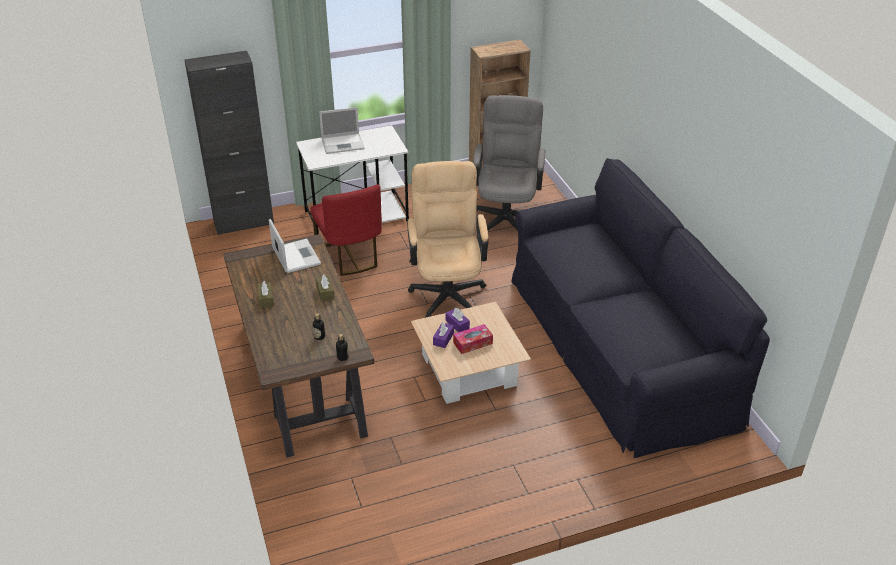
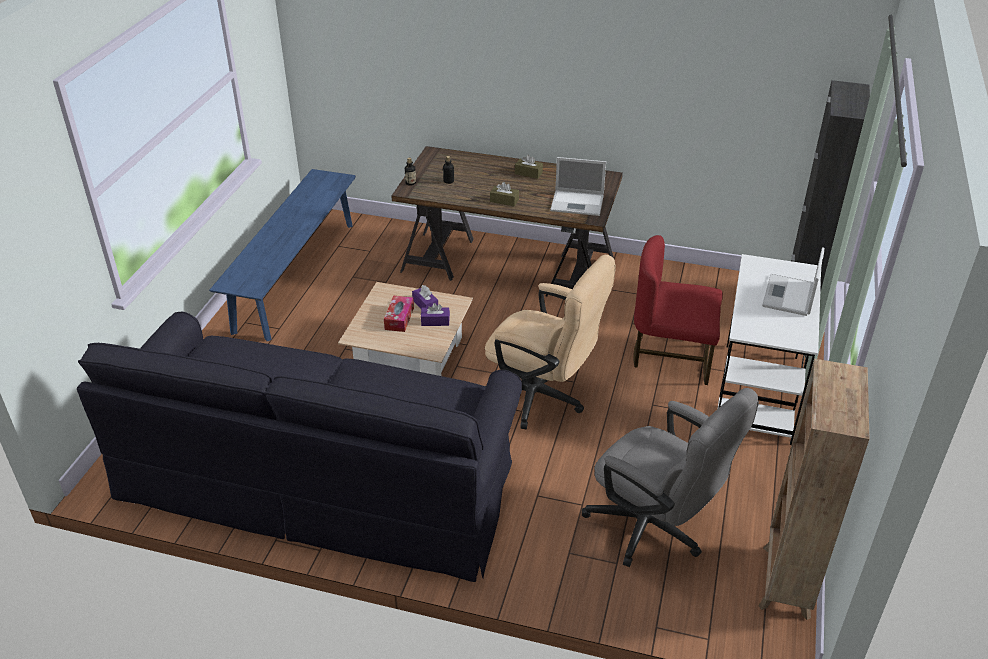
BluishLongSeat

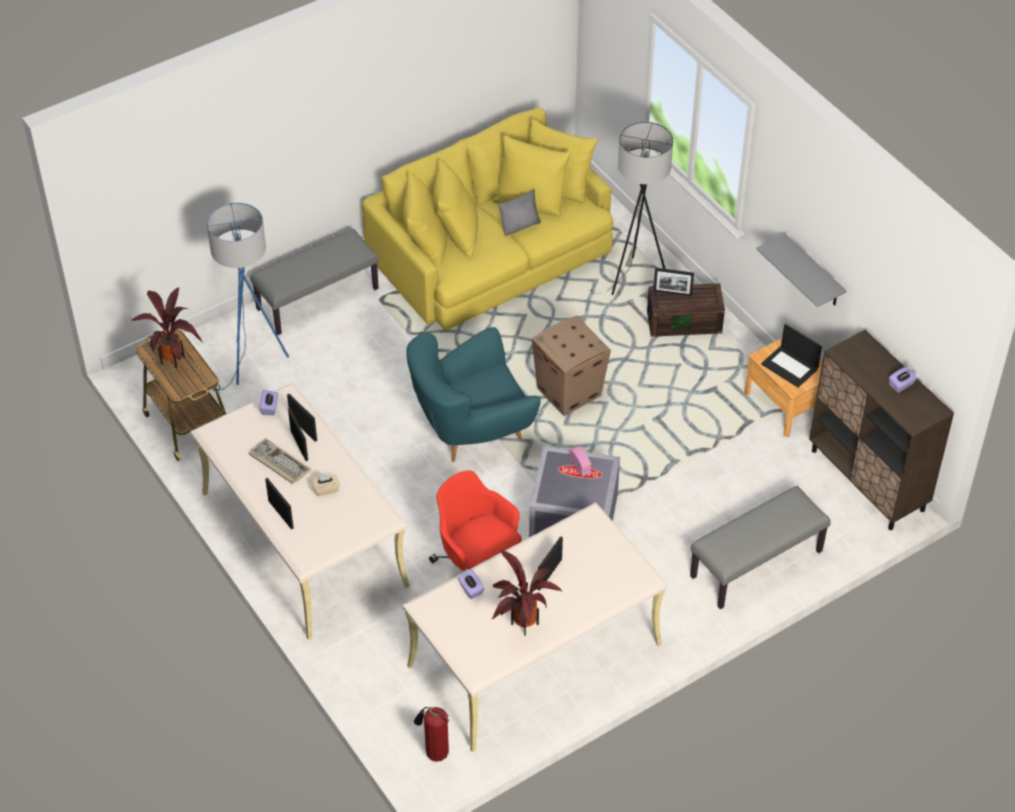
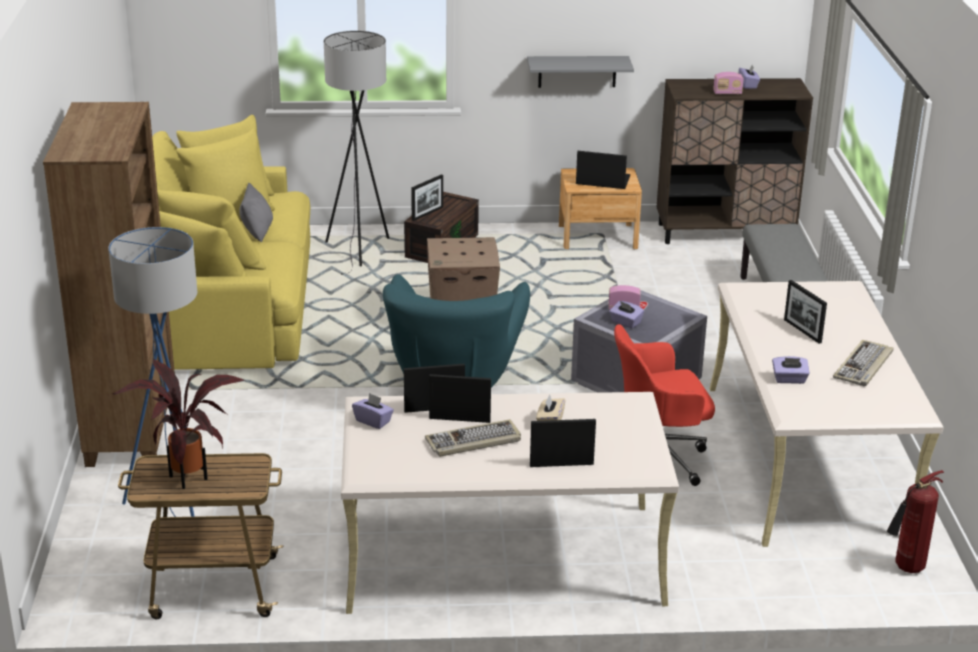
BrownColouredShelvingUnit
NotebookComputer
PcKeyboard (no. 2 from left)
RadioSet (no. 2 from left)
PurpleBoxOfTissues (no. 2 from left)

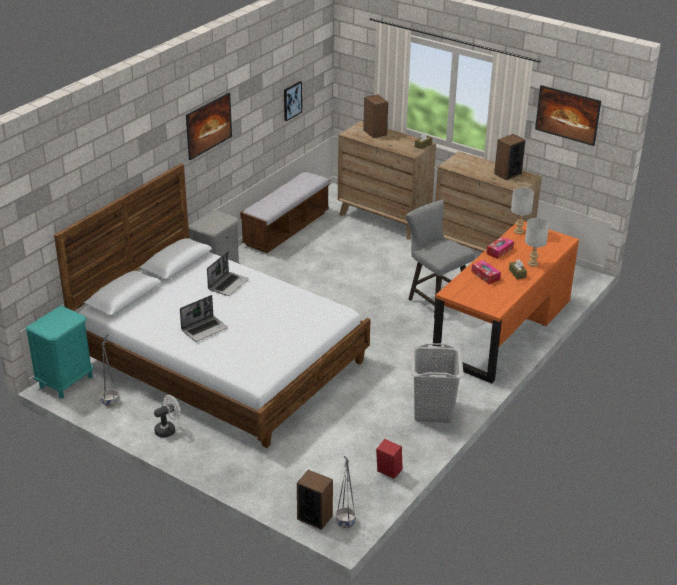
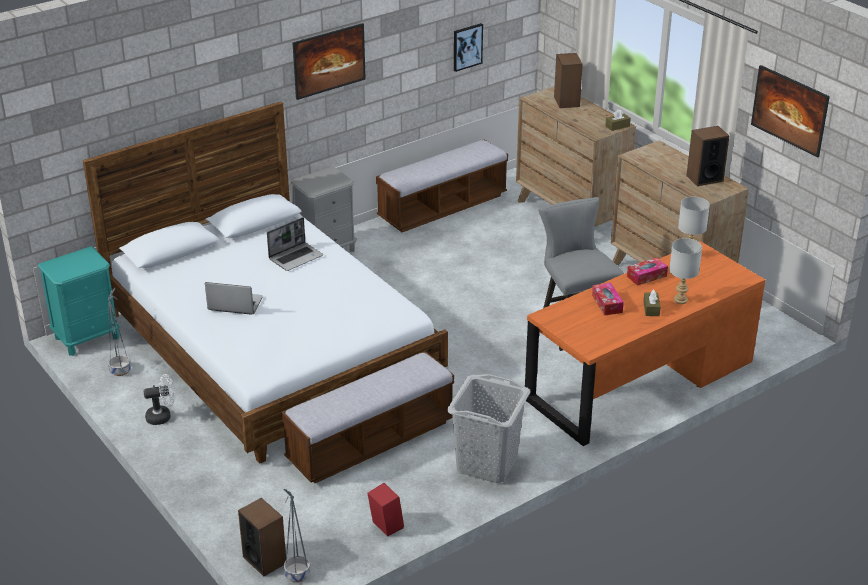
NotebookComputer (no. 1 from left)
LongSeat (no. 1 from left)

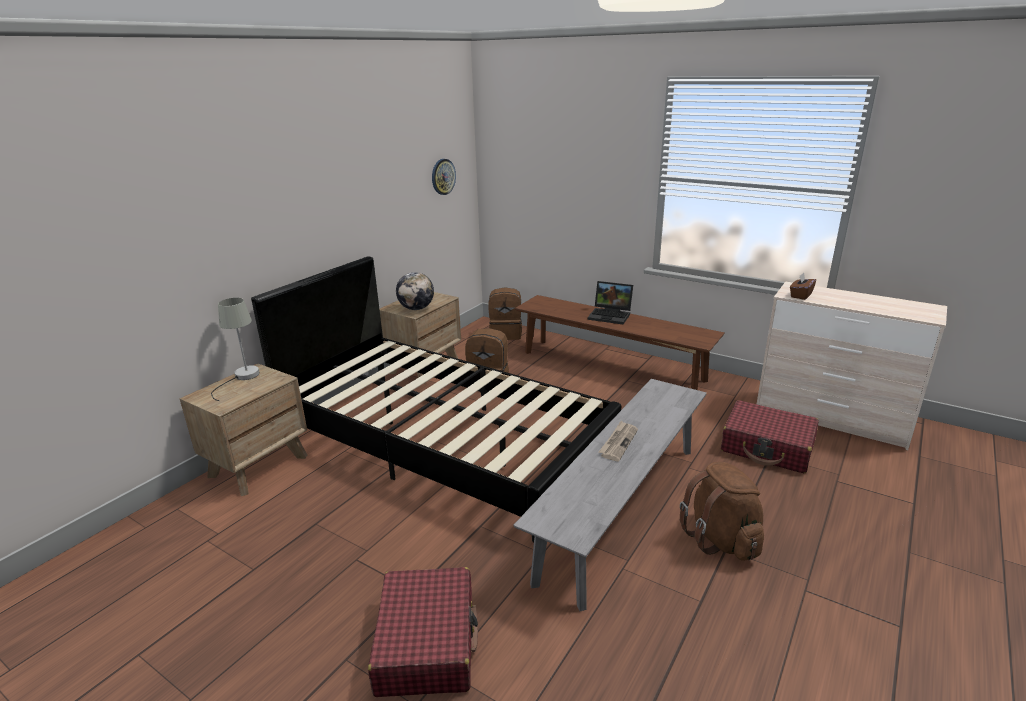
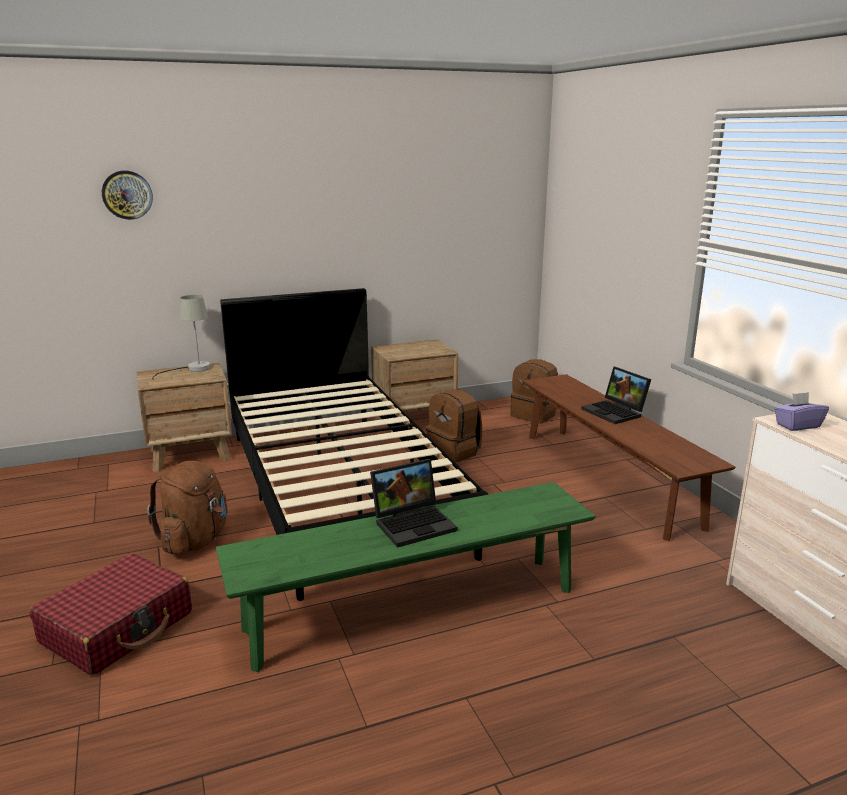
HangingClock
WorldGlobe
PurpleBoxOfTissues
GreenLongSeat
ReddishTravelCase (no. 2 from left in the first image)
NotebookComputer (no. 1 from left)
BrownColouredBackpack (no. 1 from left)

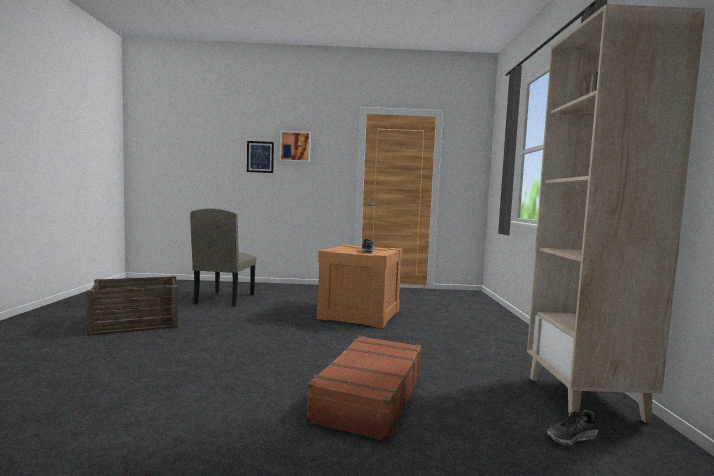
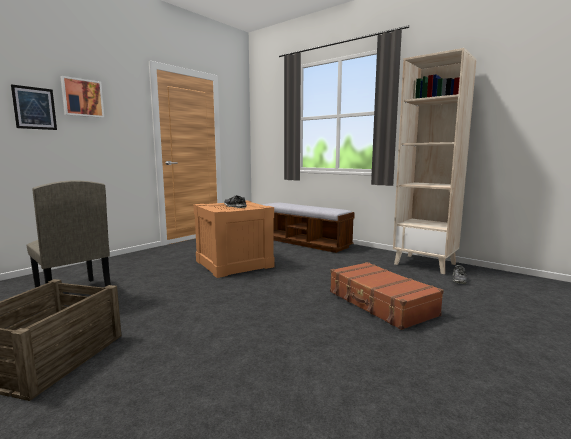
LongSeat

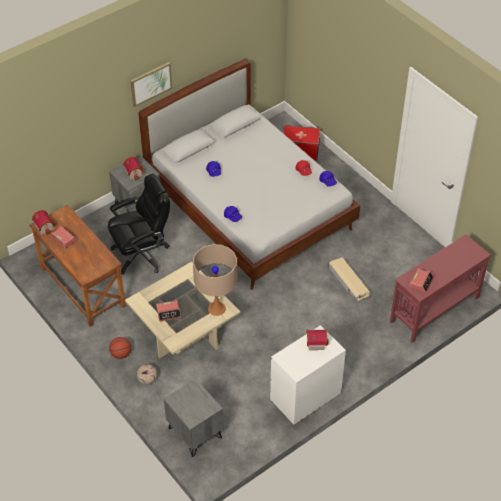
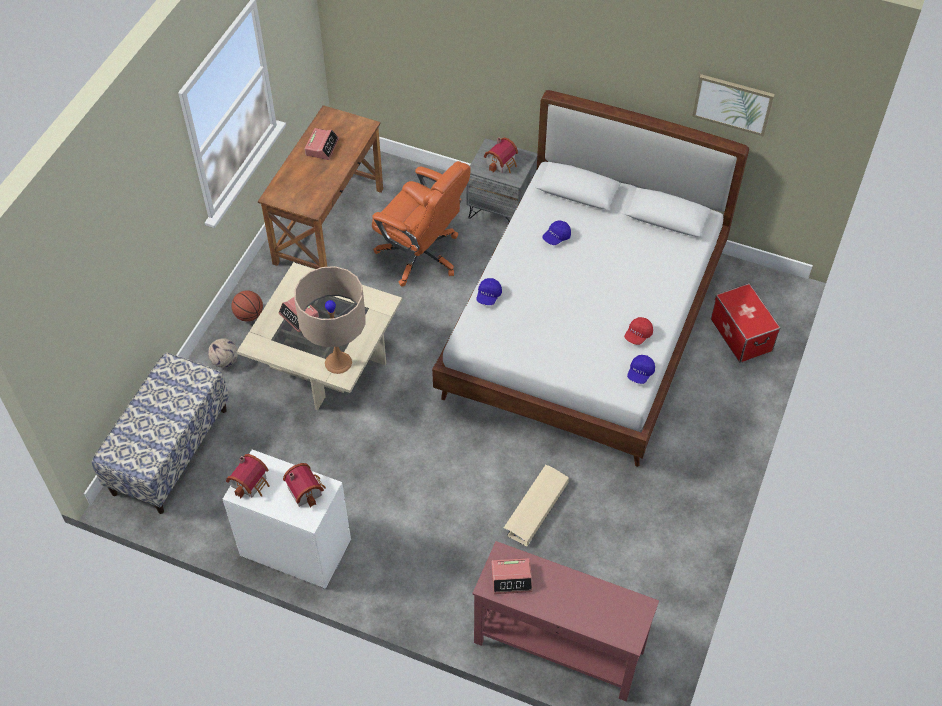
WallArt
OrangeColouredOfficeChair
ModelHouse (no. 1 from left)
LongSeat

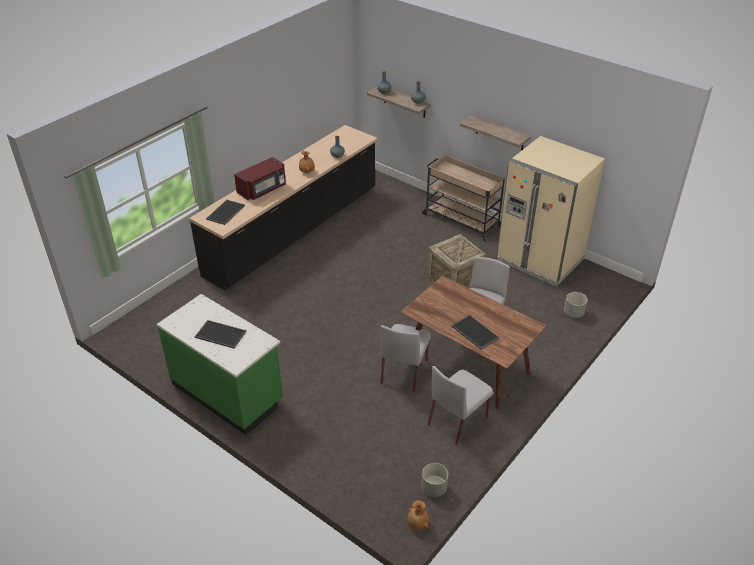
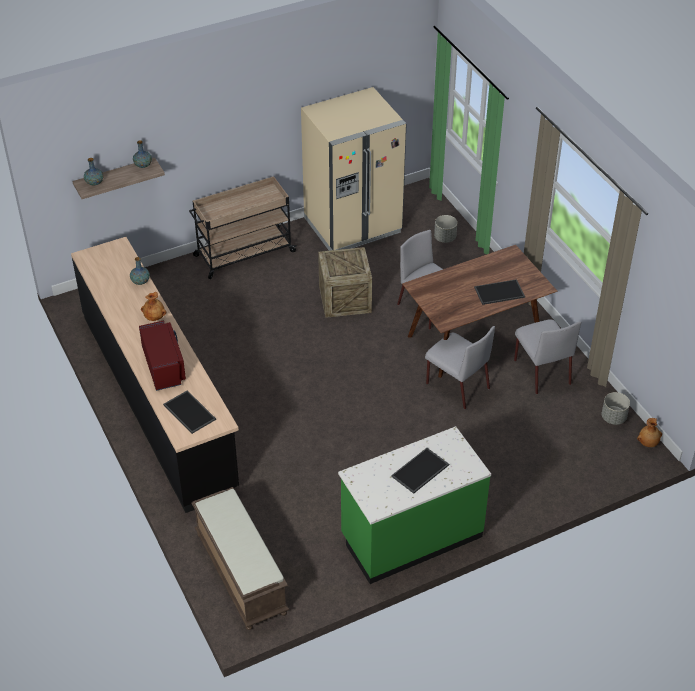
BracketShelf (no. 2 from left in the first image)
BrownColouredLongSeat

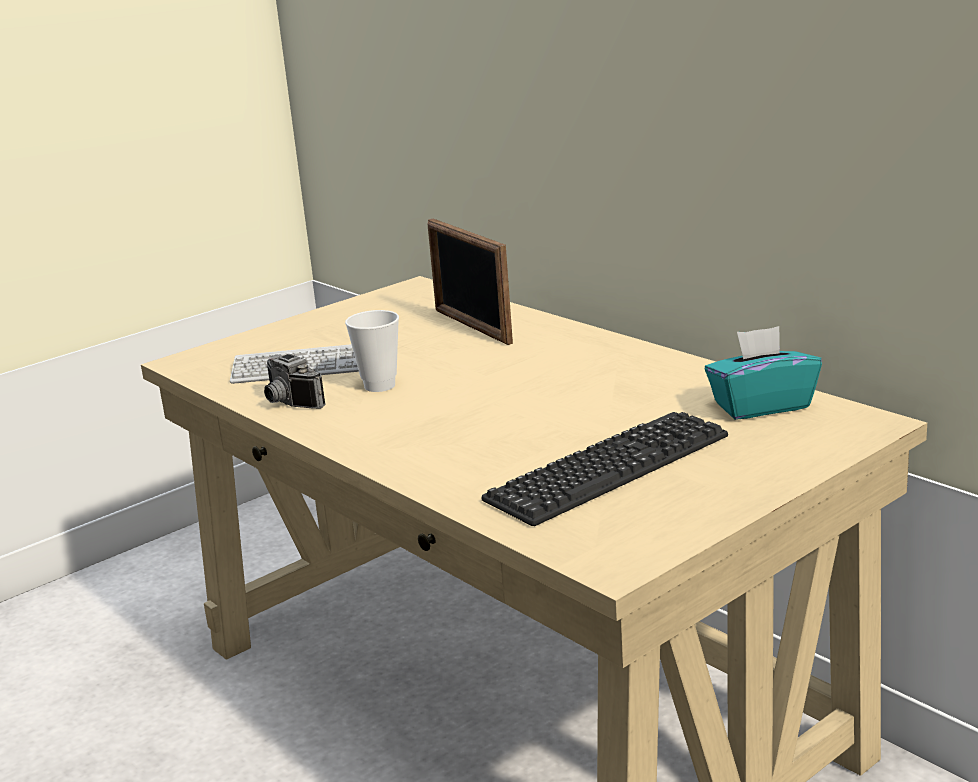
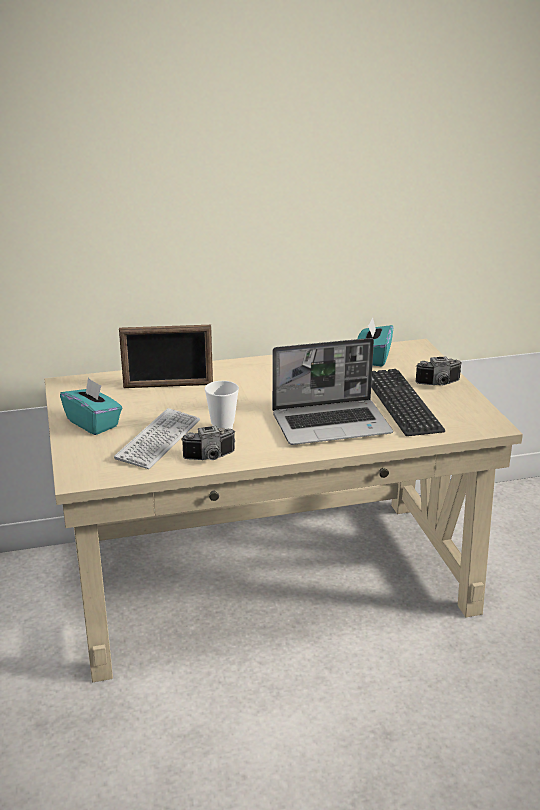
NotebookComputer
StillCamera (no. 2 from left)
TurquoiseColouredBoxOfTissues (no. 1 from left)

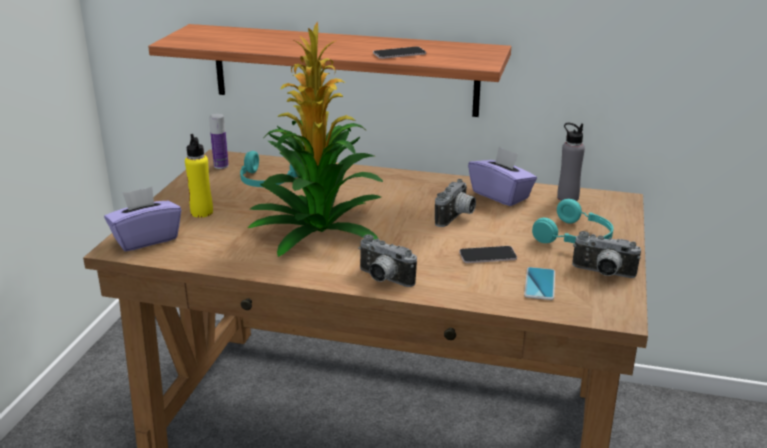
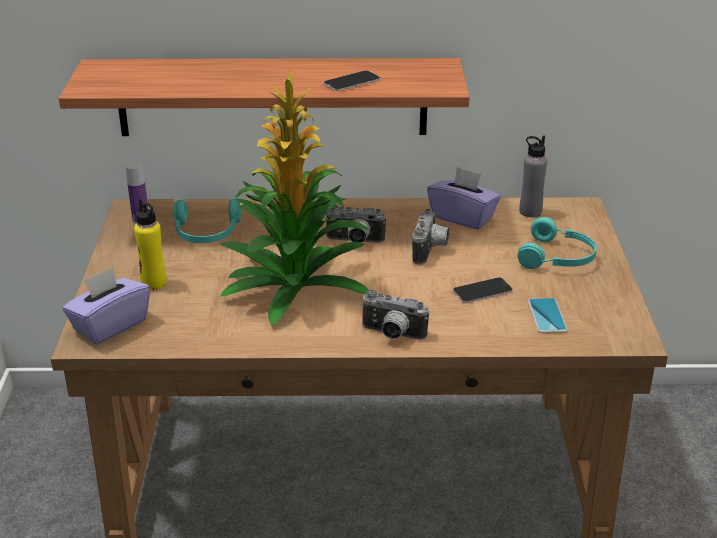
StillCamera (no. 1 from left)

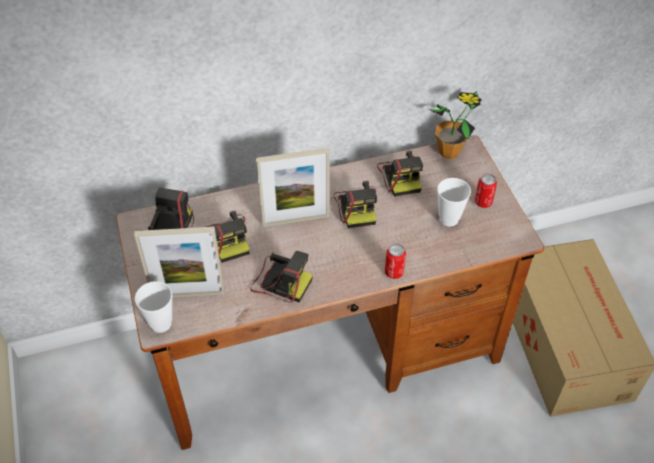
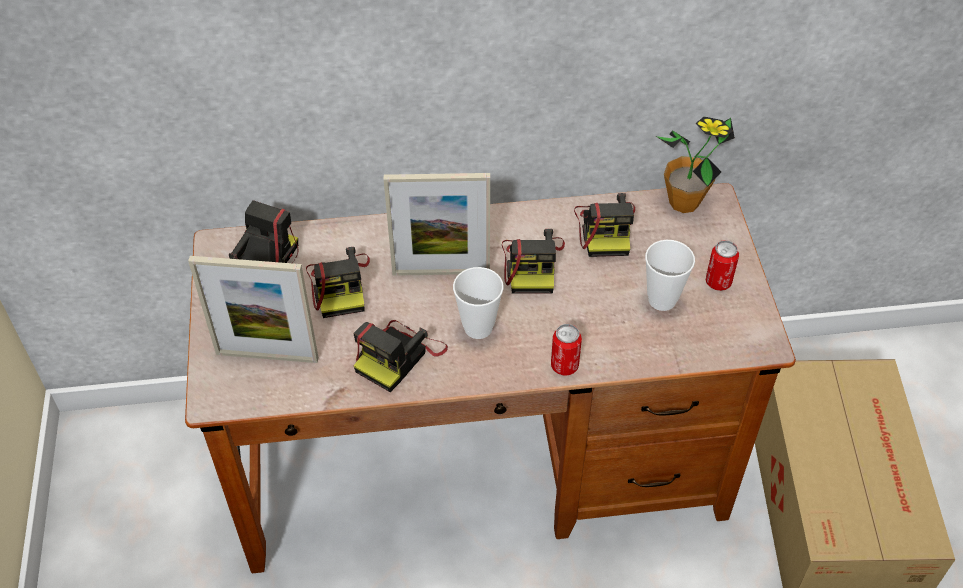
StillCamera (no. 3 from left)
SmallCup (no. 1 from left)

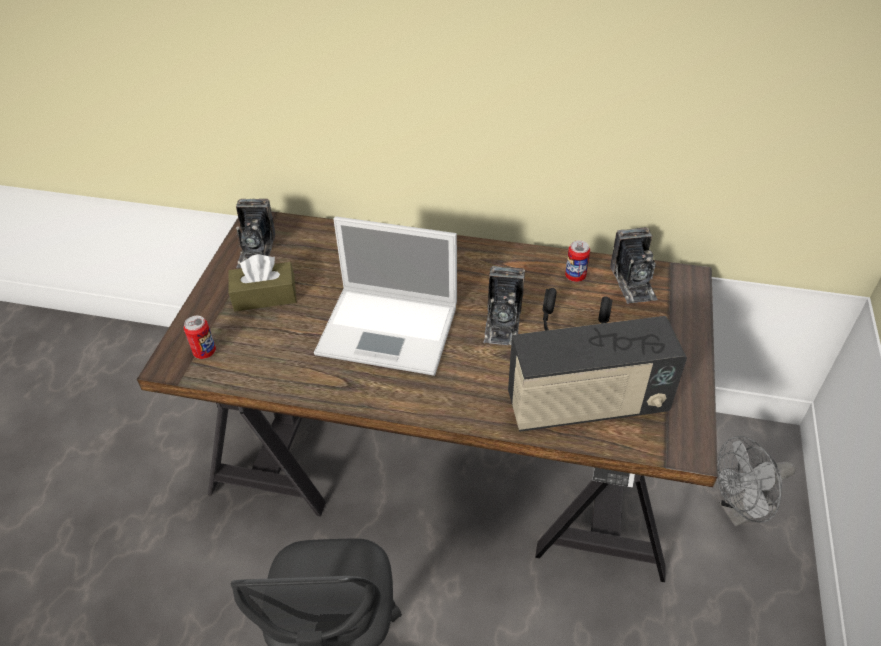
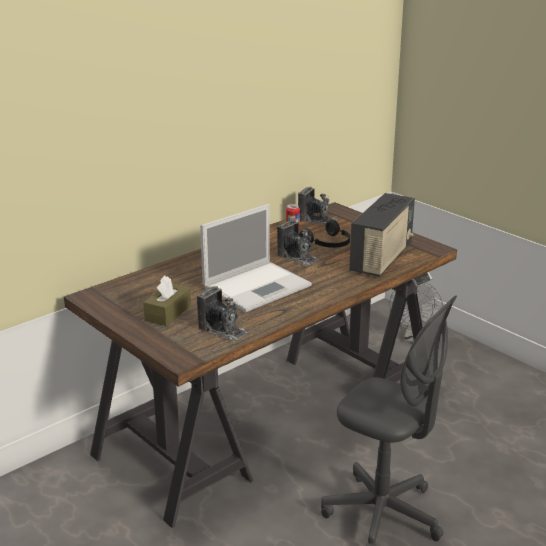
StillCamera (no. 1 from left)
Can (no. 1 from left in the first image)

